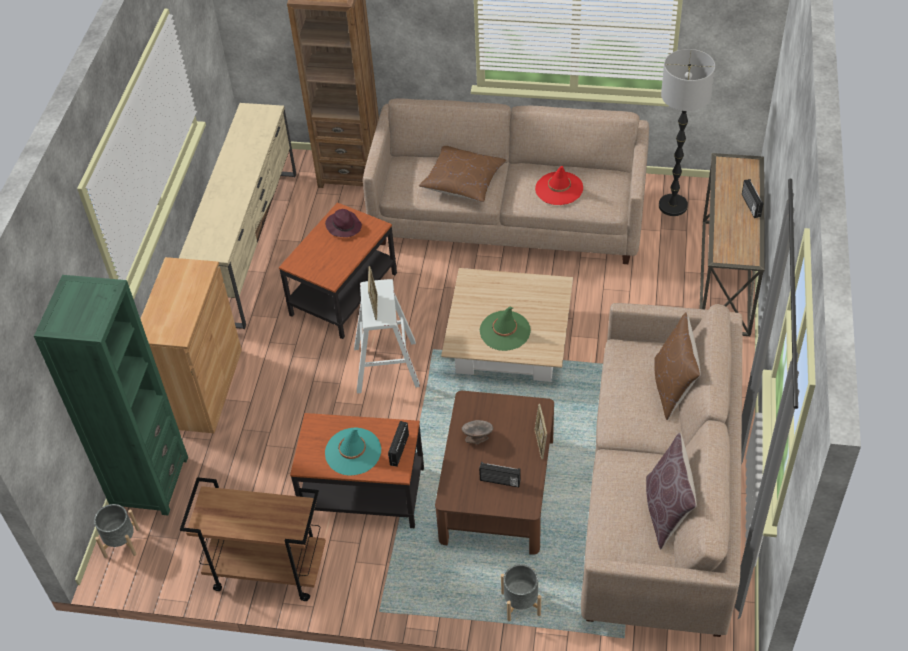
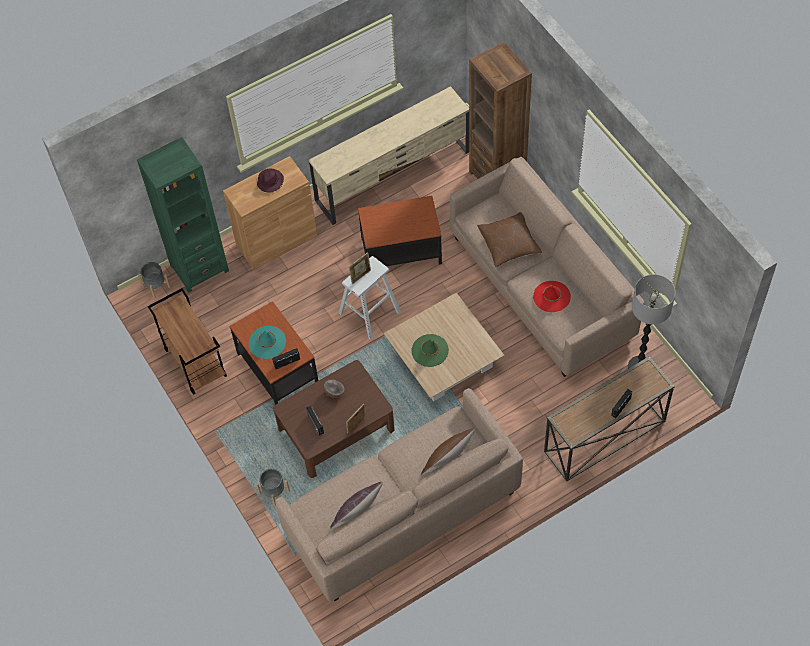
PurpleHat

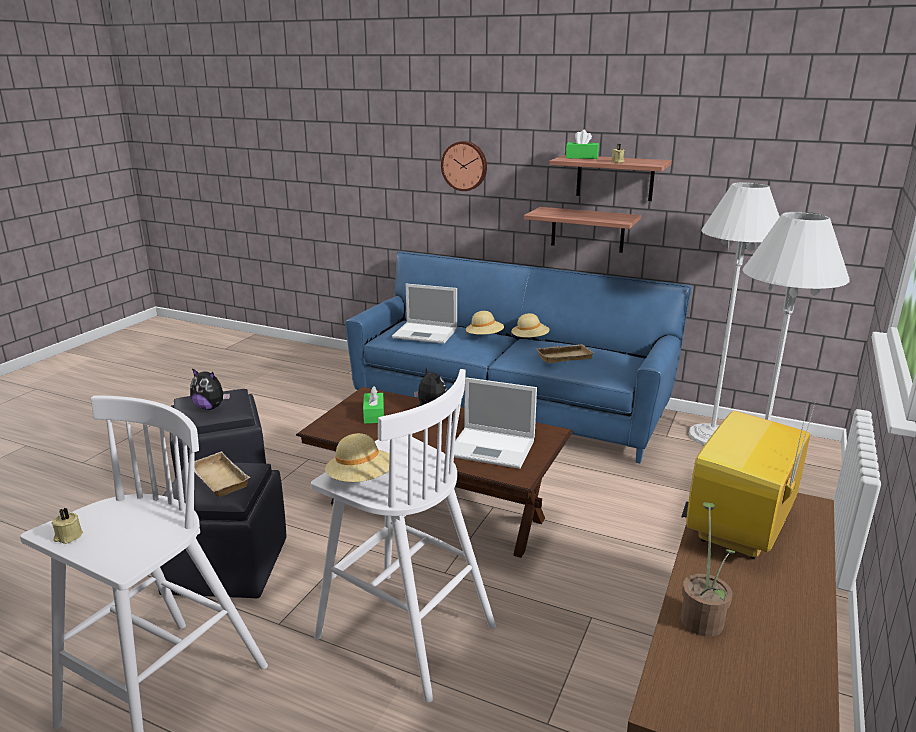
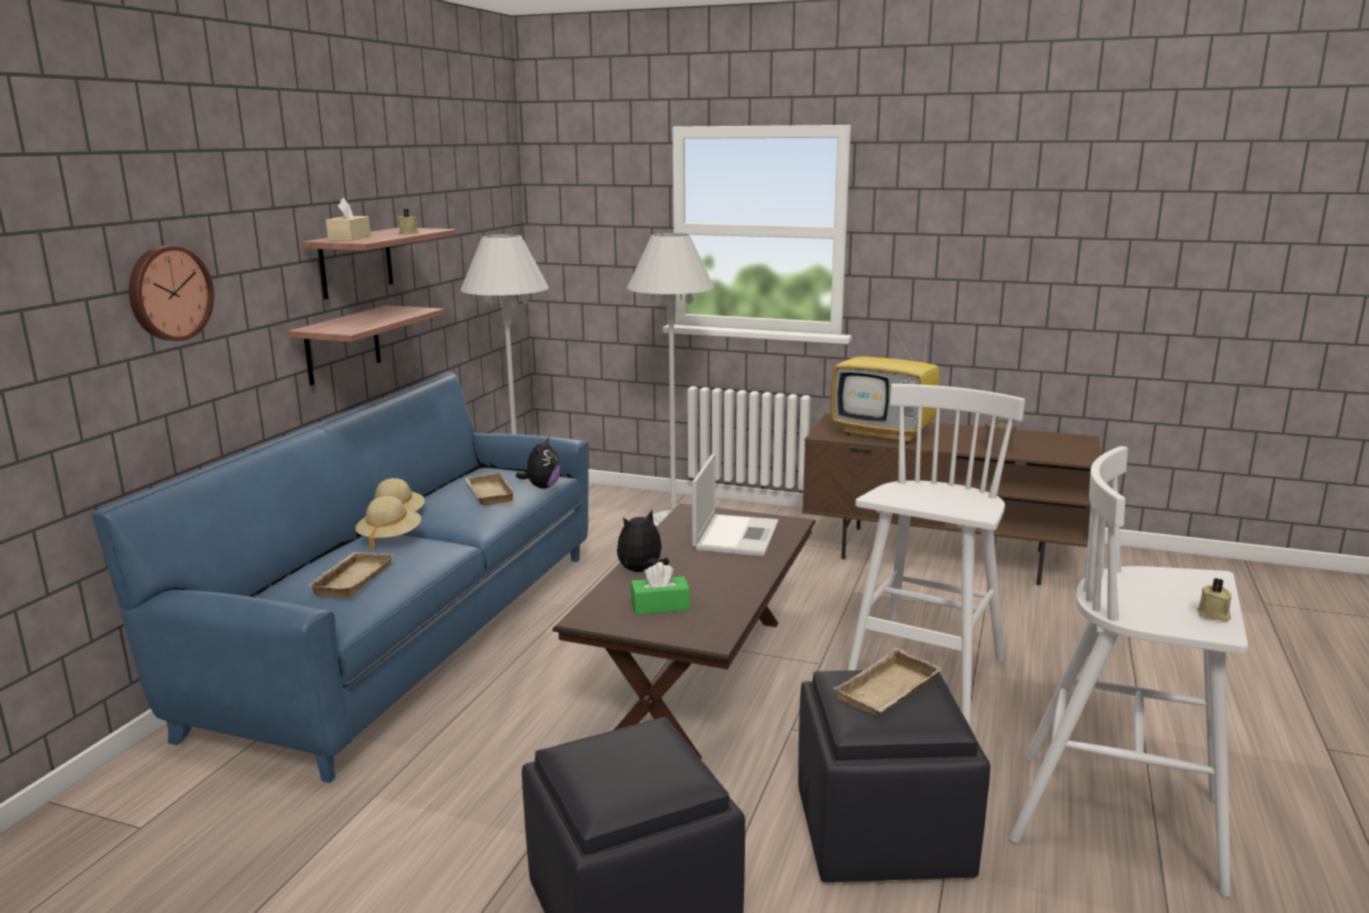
SandColouredBoxOfTissues
SandColouredServingTray (no. 1 from left)
CuddlyToy (no. 1 from left)
SandColouredHat (no. 1 from left in the first image)

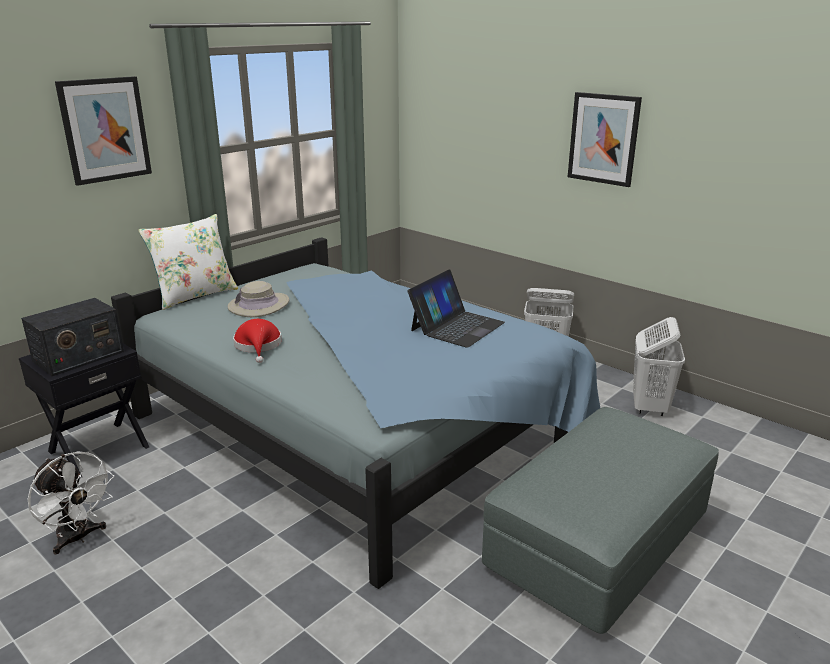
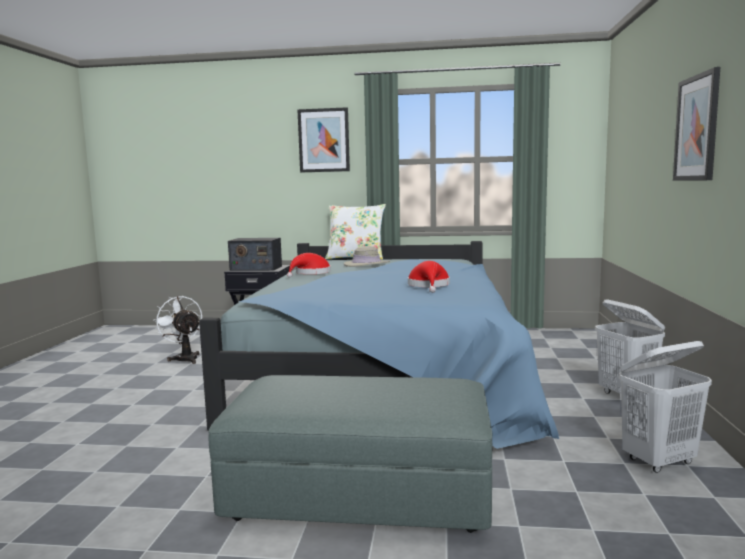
ReddishHat (no. 2 from left)
WhitishFan

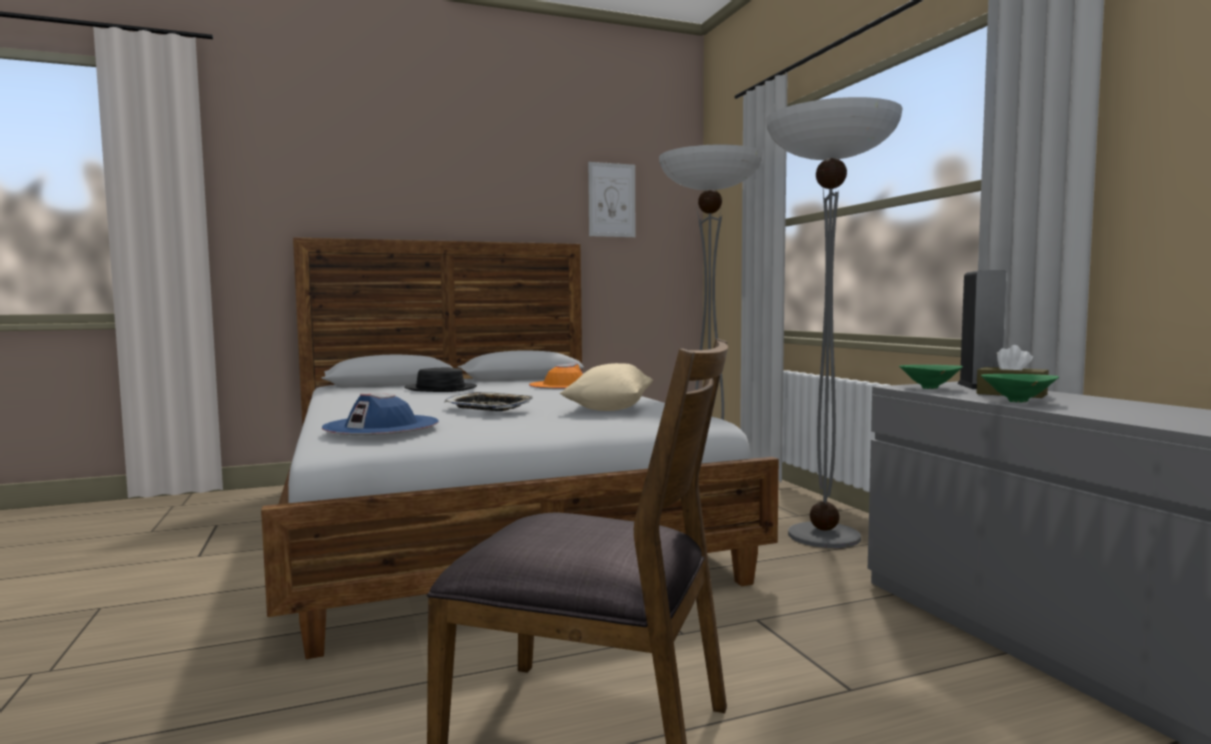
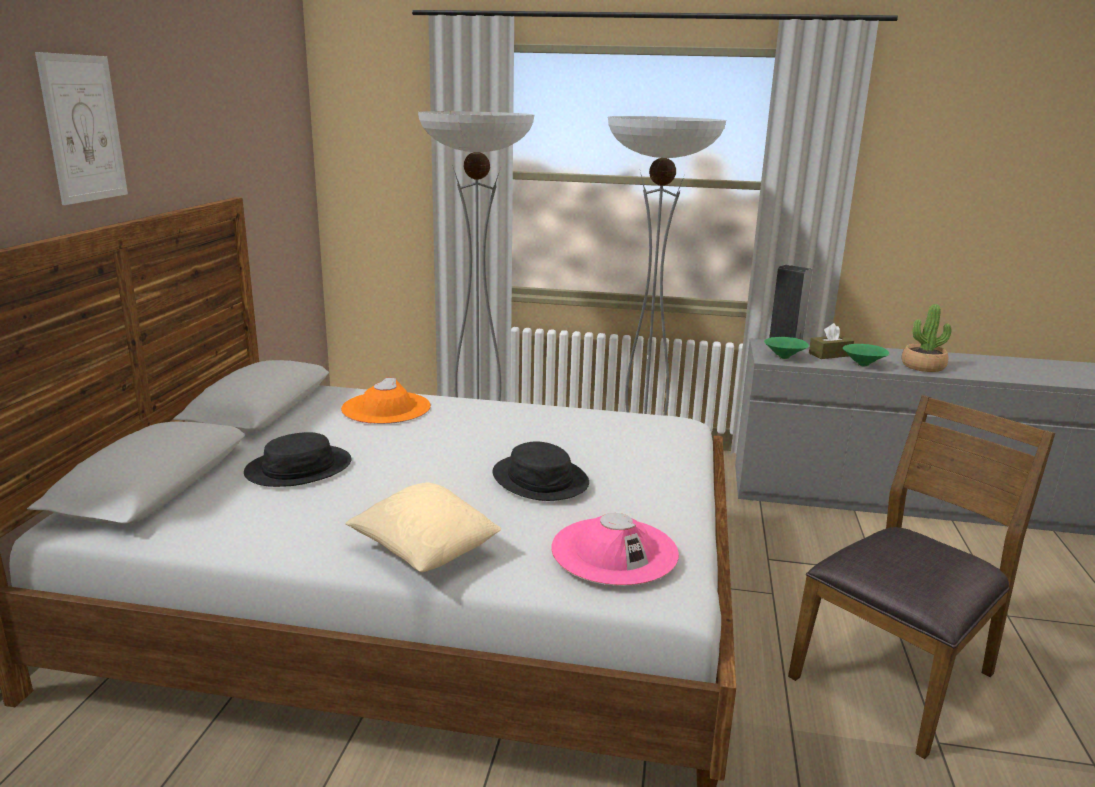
WallArt
SandColouredPillow
BlackishHat (no. 2 from left)
PinkishHat
Houseplant

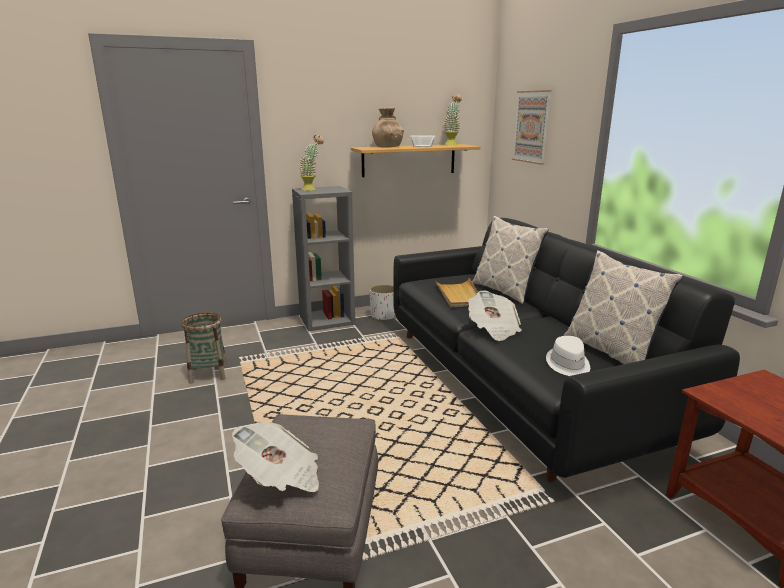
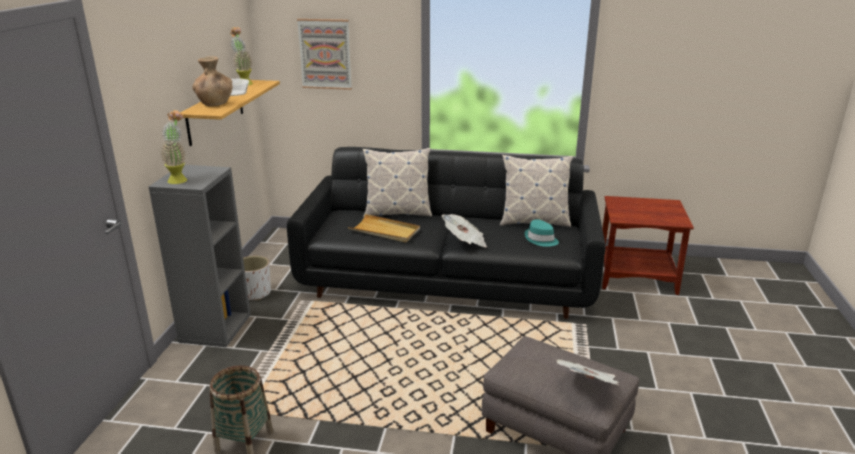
TurquoiseColouredHat

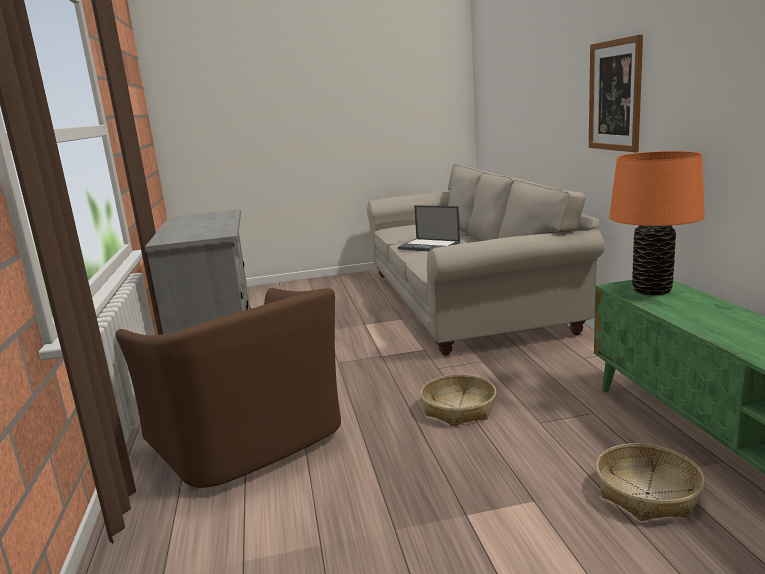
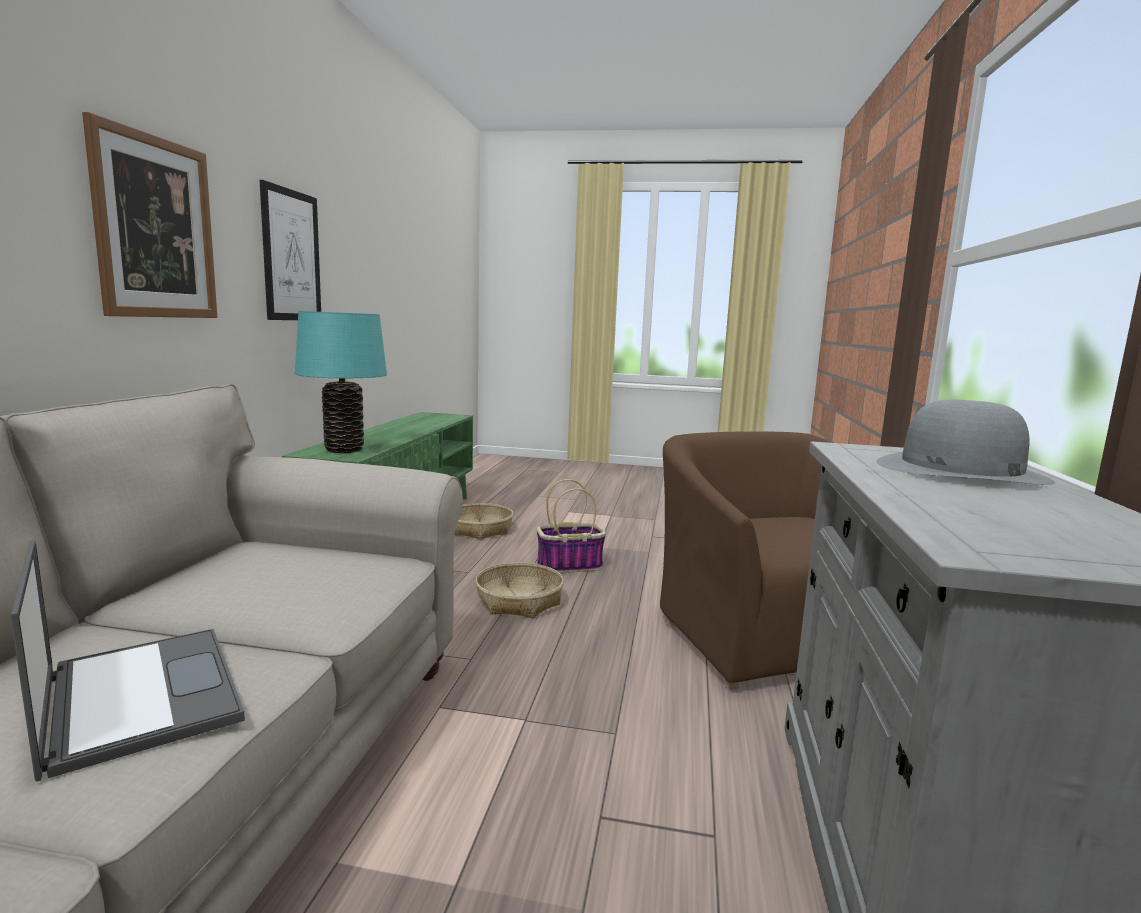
TurquoiseColouredLampForATable
WallArt (no. 2 from left)
GrayHat
StorageBasket (no. 3 from left)

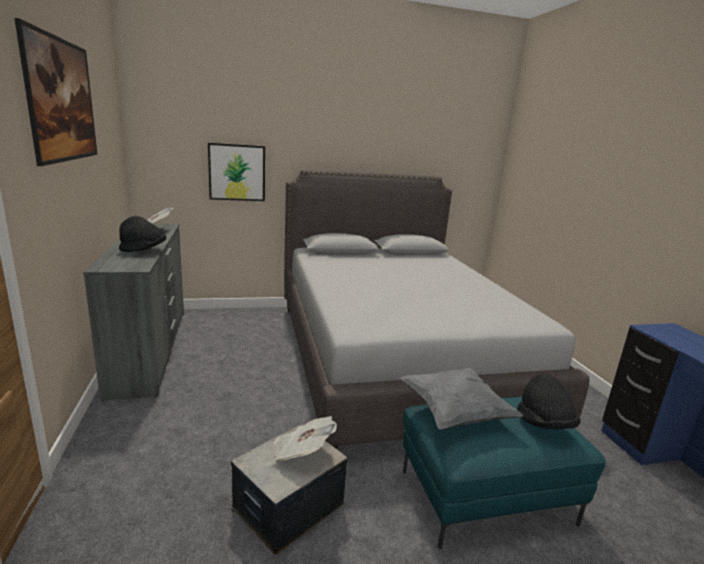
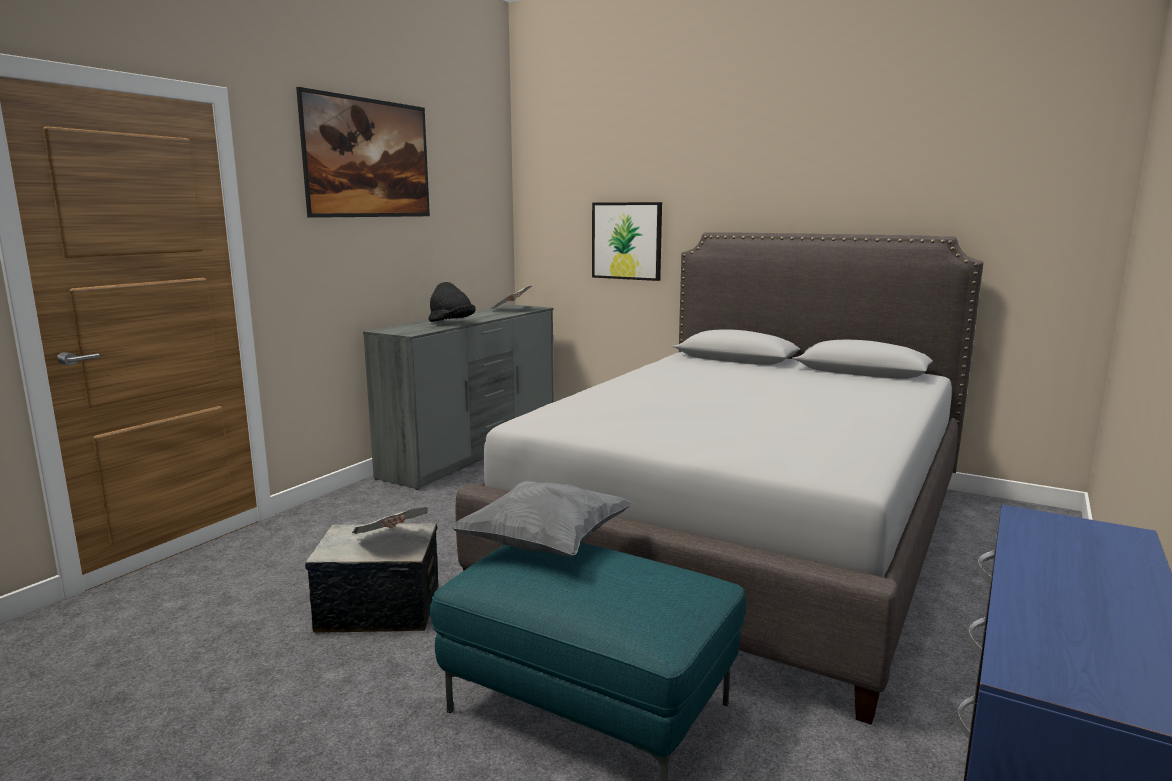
BlackishHat (no. 2 from left in the first image)

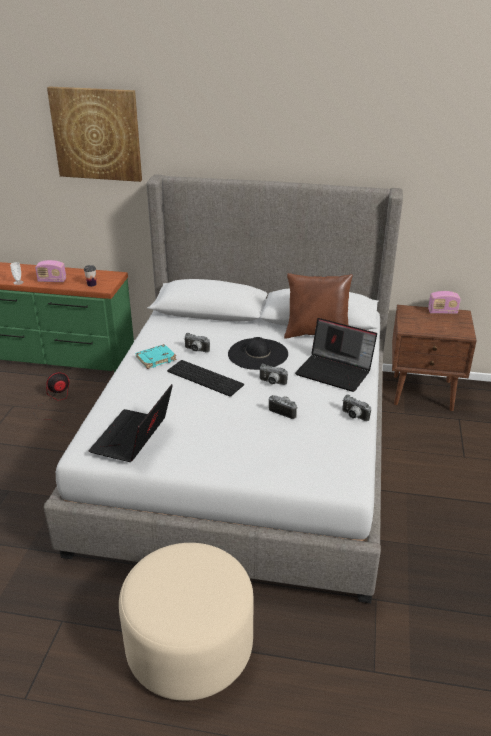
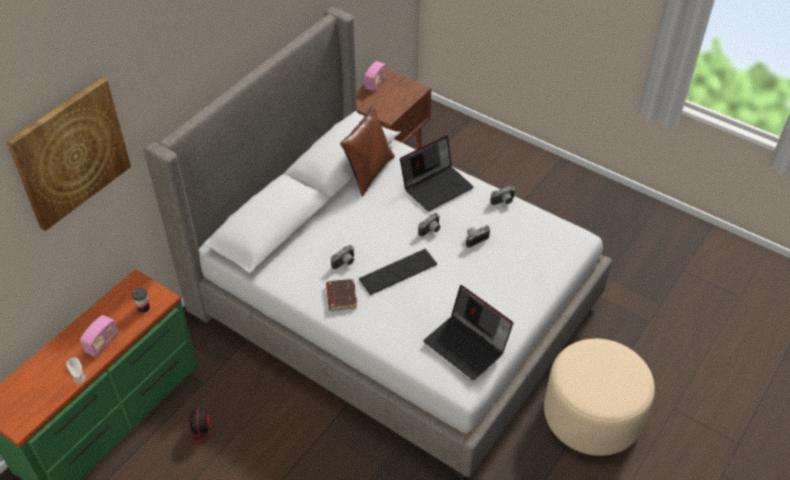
BlackishHat
BrownColouredVolume

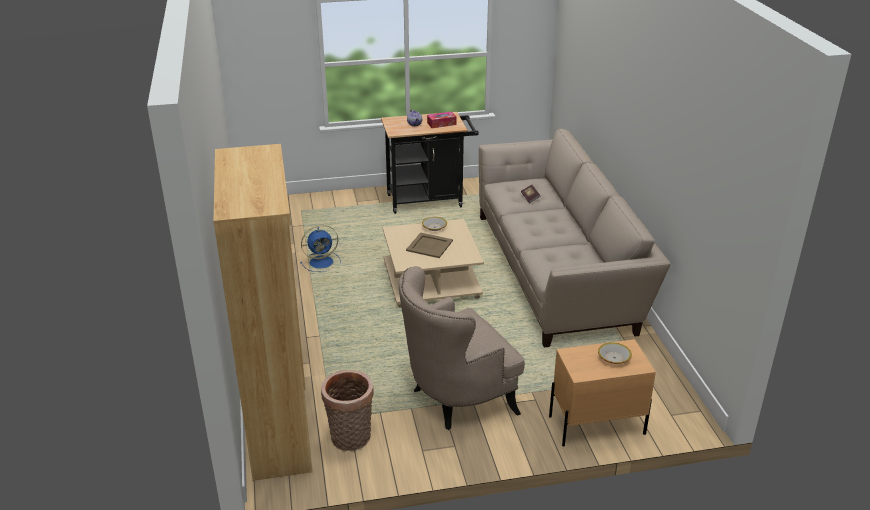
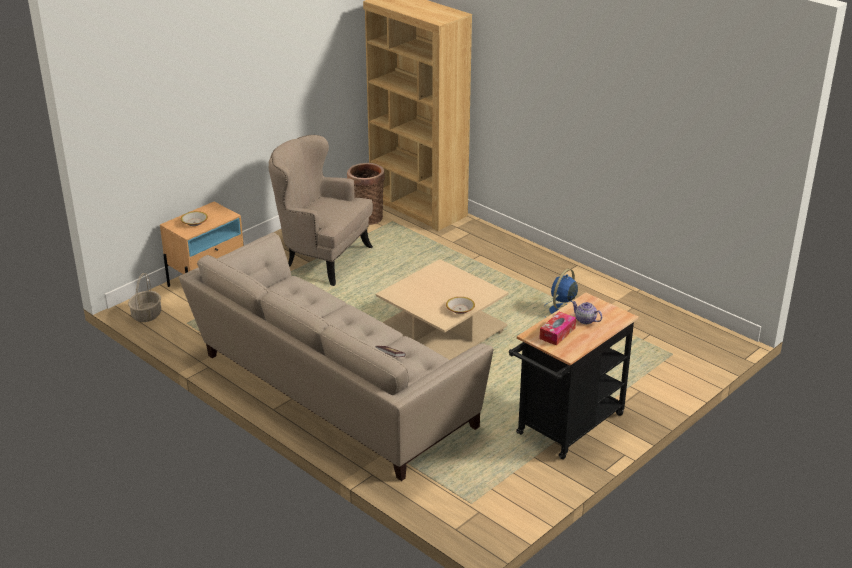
SandColouredServingTray
SandColouredArmchair
StorageBasket (no. 1 from left)

